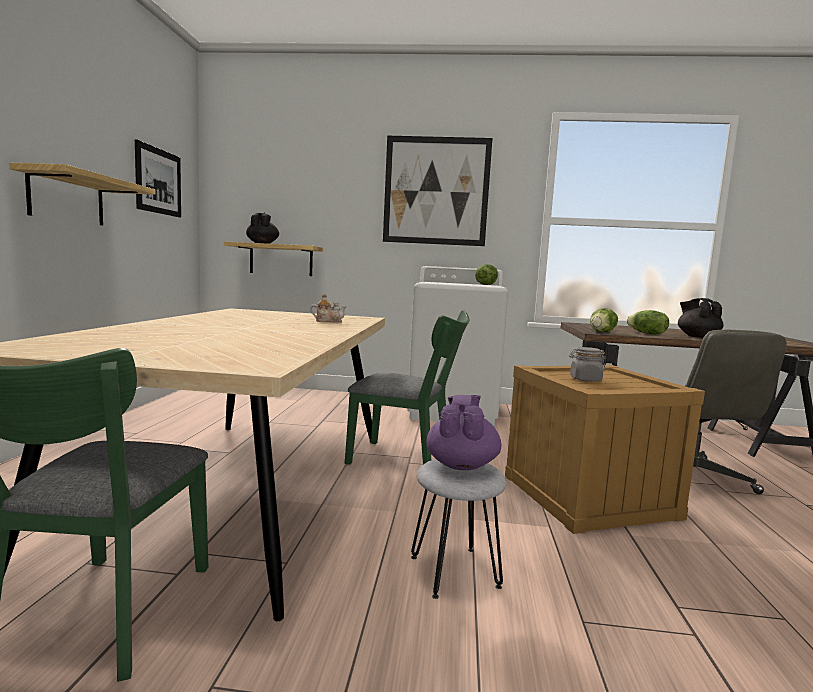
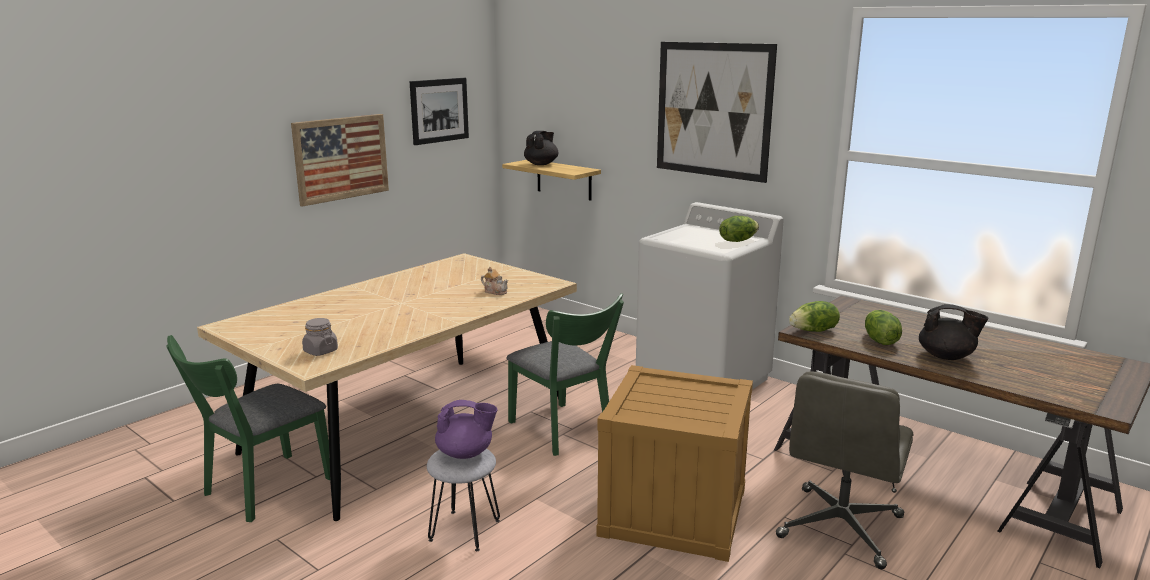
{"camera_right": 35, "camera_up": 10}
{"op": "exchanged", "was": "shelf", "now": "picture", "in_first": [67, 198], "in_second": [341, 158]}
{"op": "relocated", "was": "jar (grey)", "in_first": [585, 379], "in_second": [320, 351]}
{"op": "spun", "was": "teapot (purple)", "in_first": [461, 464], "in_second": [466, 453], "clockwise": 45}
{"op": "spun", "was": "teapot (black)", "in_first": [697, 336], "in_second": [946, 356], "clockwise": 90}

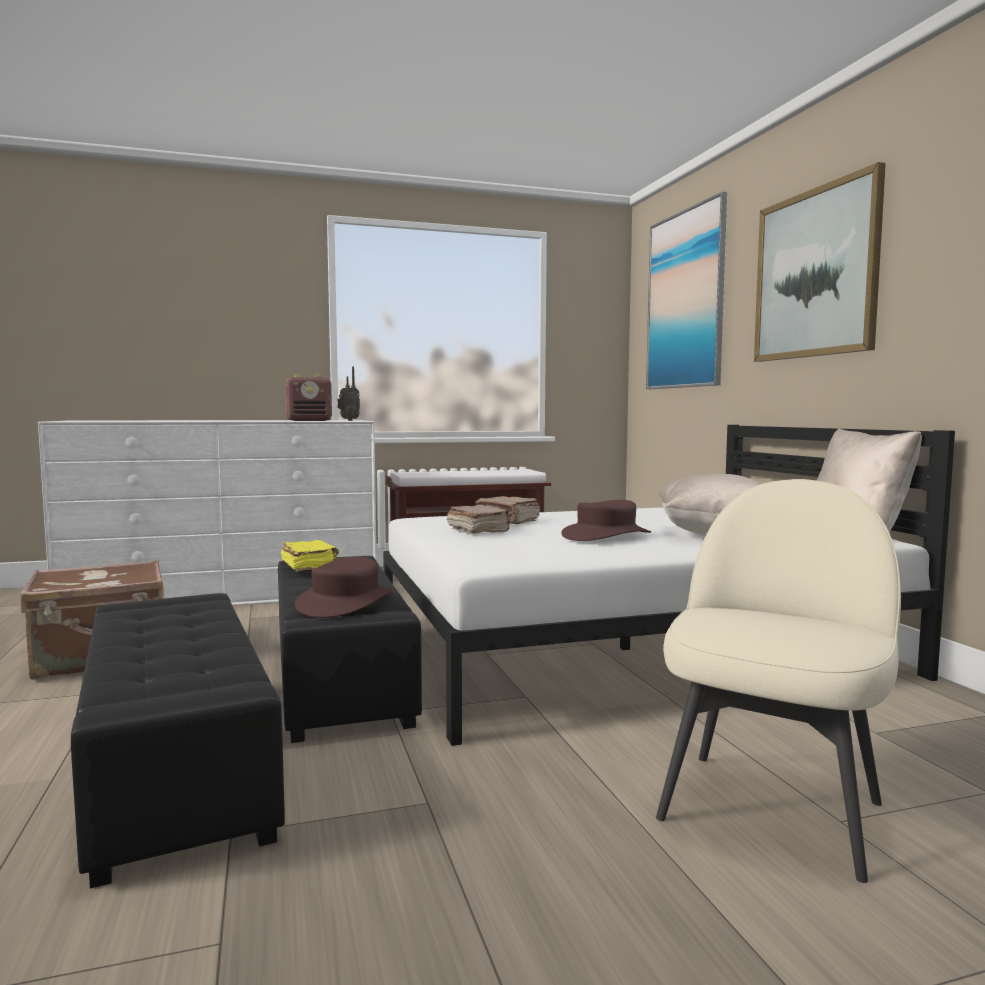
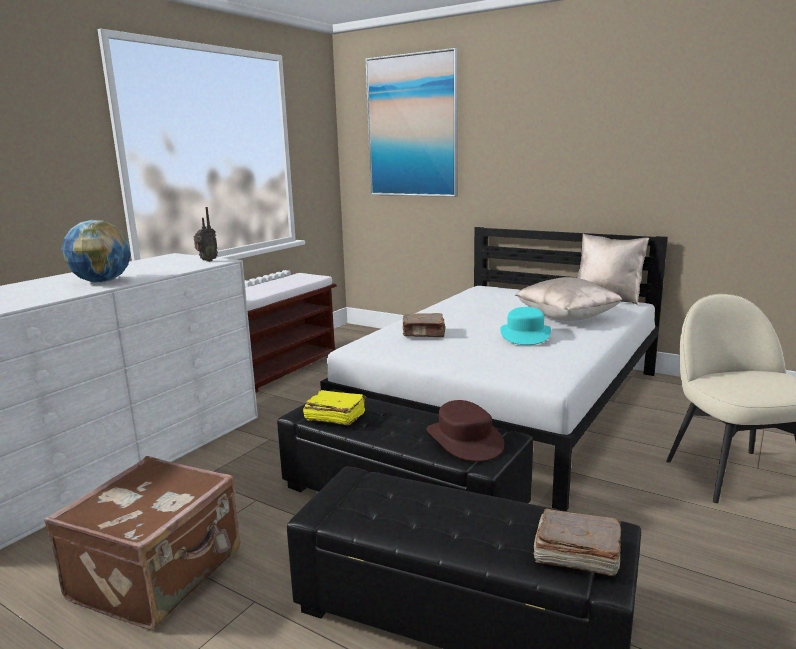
{"camera_right": -40, "camera_up": 10}
{"op": "appeared", "now": "globe", "in_second": [101, 281]}
{"op": "colour", "was": "hat (brown)", "now": "hat (turquoise)", "in_first": [606, 535], "in_second": [525, 335]}
{"op": "relocated", "was": "book (brown)", "in_first": [478, 531], "in_second": [575, 555]}
{"op": "missing", "was": "radio", "in_first": [309, 420]}
{"op": "missing", "was": "picture", "in_first": [815, 274]}

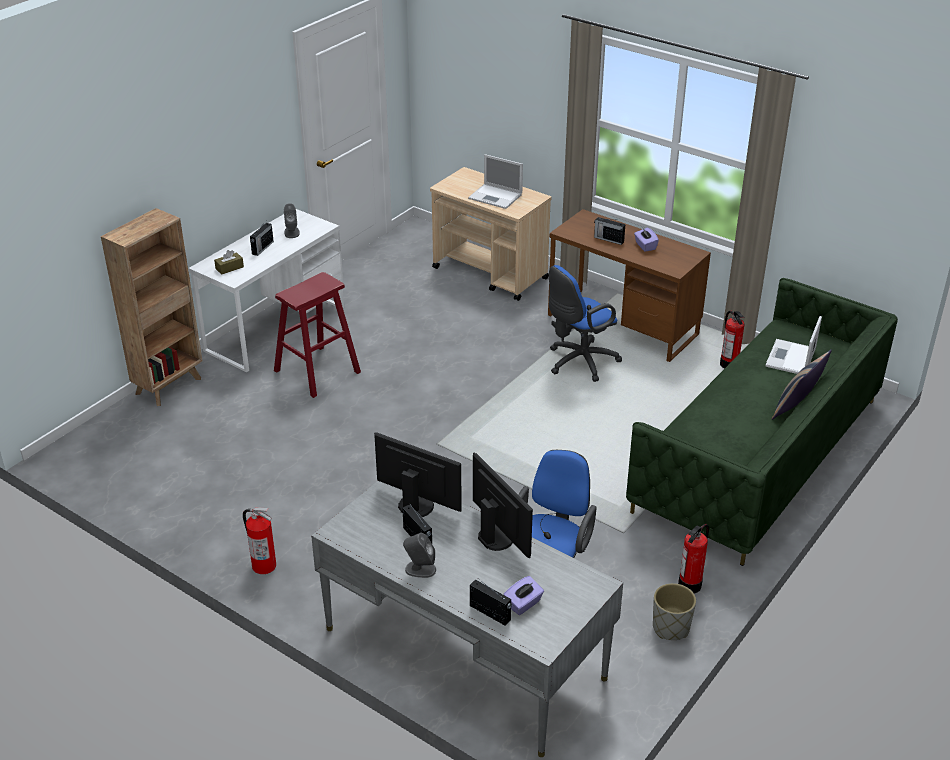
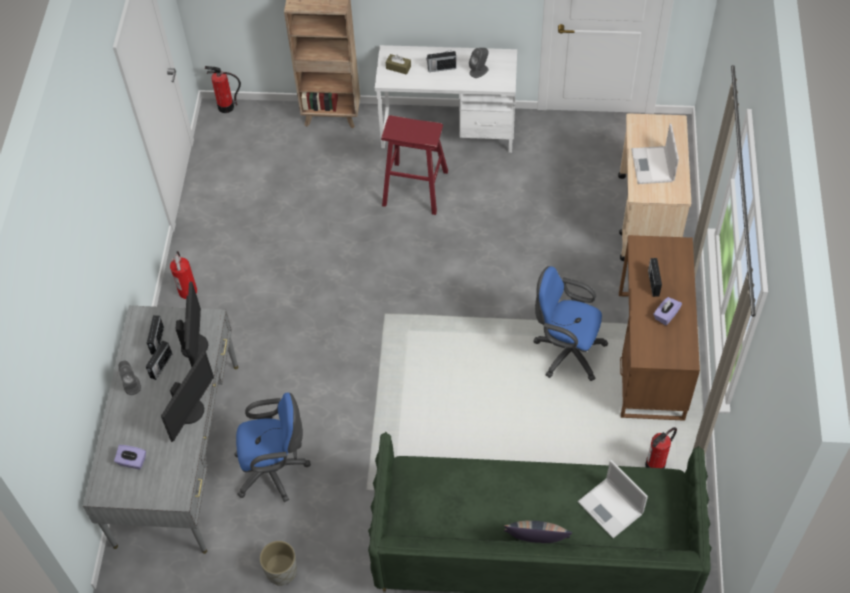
{"camera_right": 60, "camera_up": 20}
{"op": "relocated", "was": "radio", "in_first": [490, 613], "in_second": [157, 341]}
{"op": "relocated", "was": "fire extinguisher", "in_first": [690, 585], "in_second": [226, 107]}
{"op": "spun", "was": "laptop", "in_first": [790, 358], "in_second": [611, 508], "clockwise": -120}

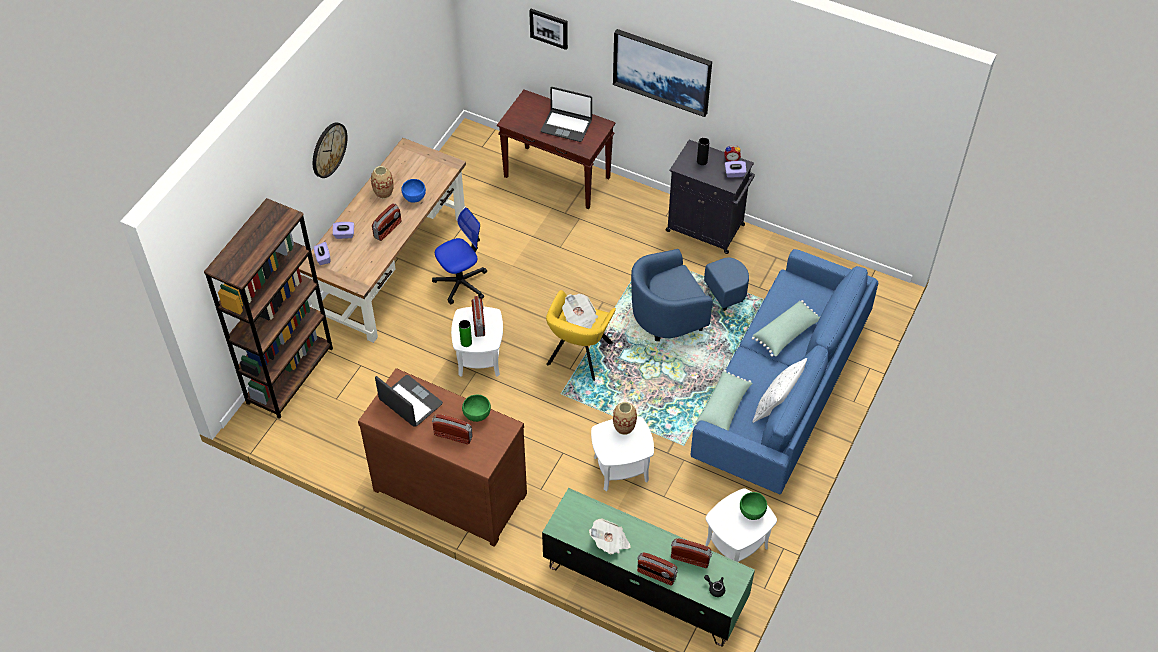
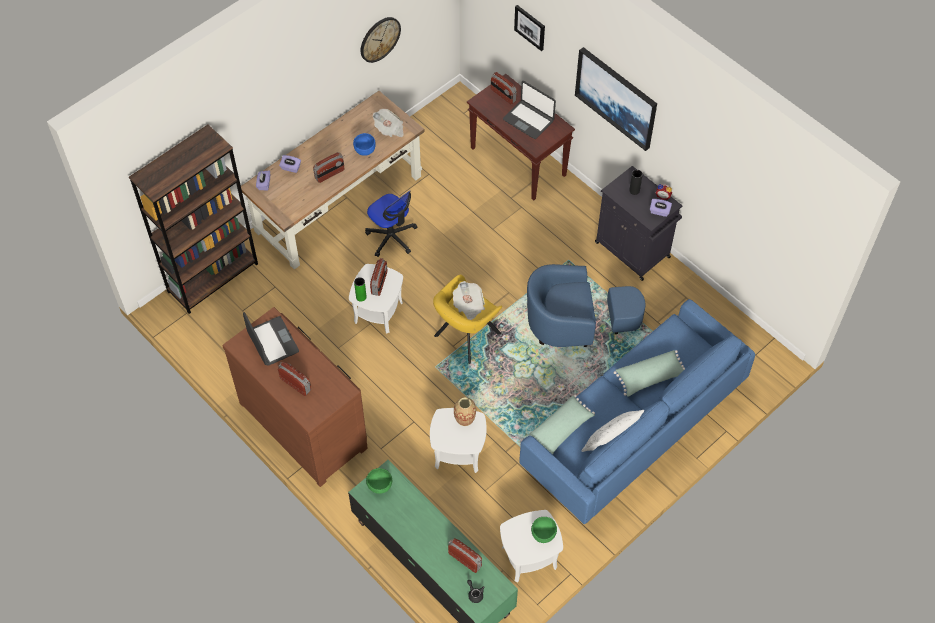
{"camera_right": 20, "camera_up": 5}
{"op": "relocated", "was": "wall clock", "in_first": [328, 149], "in_second": [379, 39]}
{"op": "spun", "was": "office chair", "in_first": [461, 283], "in_second": [391, 237], "clockwise": 60}
{"op": "relocated", "was": "bowl (green)", "in_first": [477, 415], "in_second": [380, 486]}
{"op": "relocated", "was": "newspaper", "in_first": [610, 542], "in_second": [389, 129]}
{"op": "relocated", "was": "radio", "in_first": [656, 575], "in_second": [503, 95]}
{"op": "missing", "was": "vase", "in_first": [384, 192]}

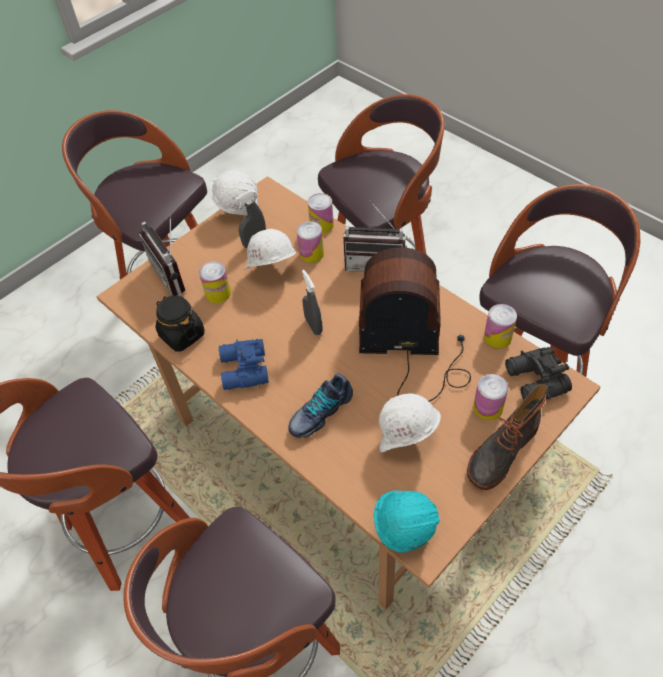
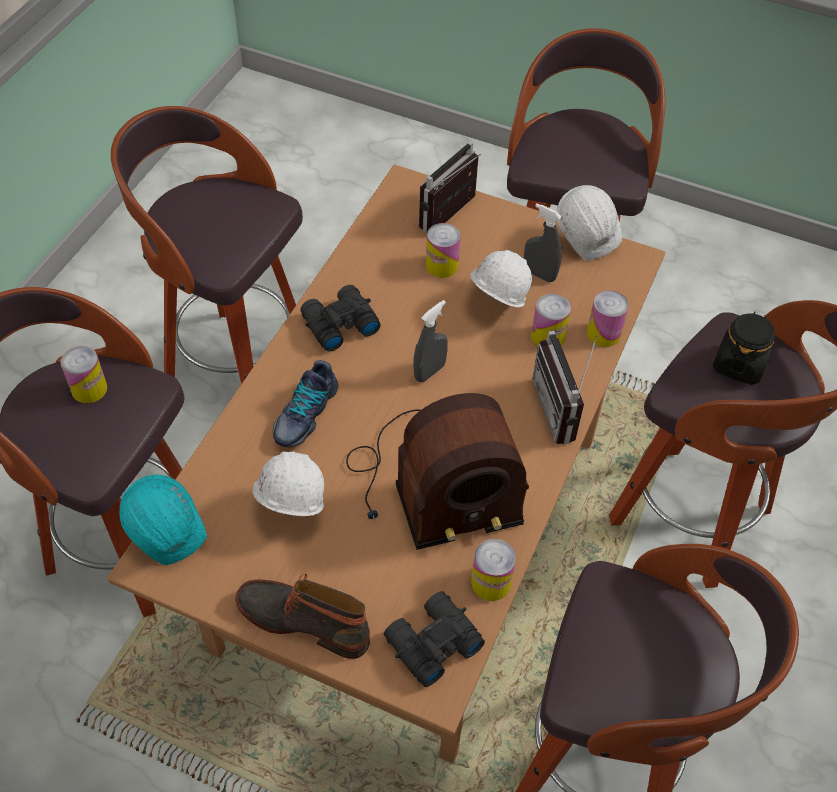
{"camera_right": 65, "camera_up": 0}
{"op": "relocated", "was": "can", "in_first": [488, 407], "in_second": [89, 389]}
{"op": "spun", "was": "shoe", "in_first": [320, 412], "in_second": [304, 413], "clockwise": -90}
{"op": "colour", "was": "binoculars (blue)", "now": "binoculars (black)", "in_first": [243, 370], "in_second": [338, 324]}
{"op": "spun", "was": "radio", "in_first": [413, 350], "in_second": [431, 487], "clockwise": 90}
{"op": "relocated", "was": "jar (black)", "in_first": [182, 335], "in_second": [739, 364]}

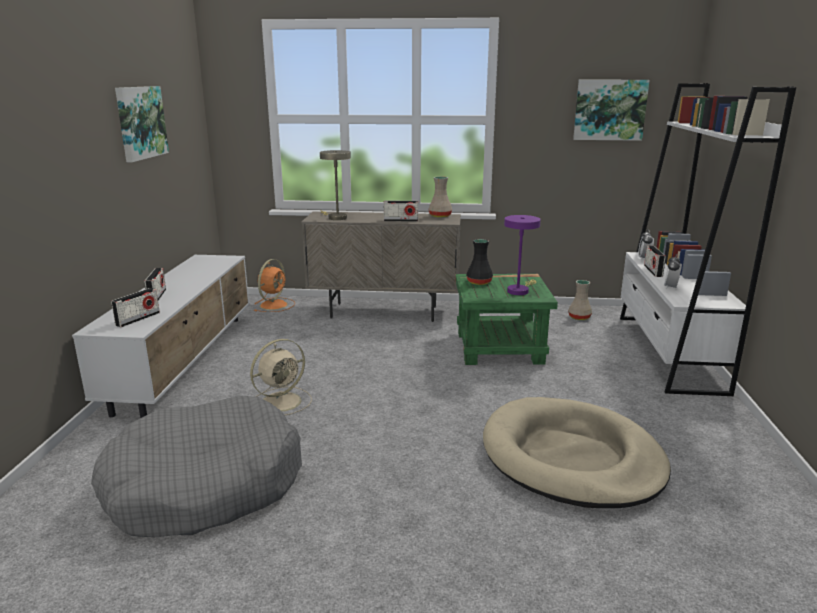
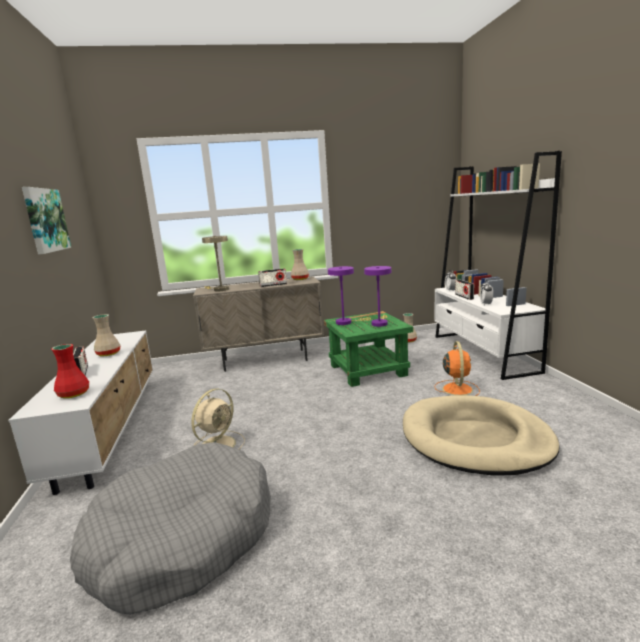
{"camera_right": -15, "camera_up": -5}
{"op": "exchanged", "was": "radio", "now": "vase (red)", "in_first": [138, 319], "in_second": [73, 394]}
{"op": "appeared", "now": "vase (beige)", "in_second": [108, 354]}
{"op": "exchanged", "was": "vase (black)", "now": "table lamp (purple)", "in_first": [479, 282], "in_second": [346, 322]}
{"op": "relocated", "was": "fan (orange)", "in_first": [274, 305], "in_second": [457, 389]}
{"op": "missing", "was": "picture", "in_first": [609, 110]}

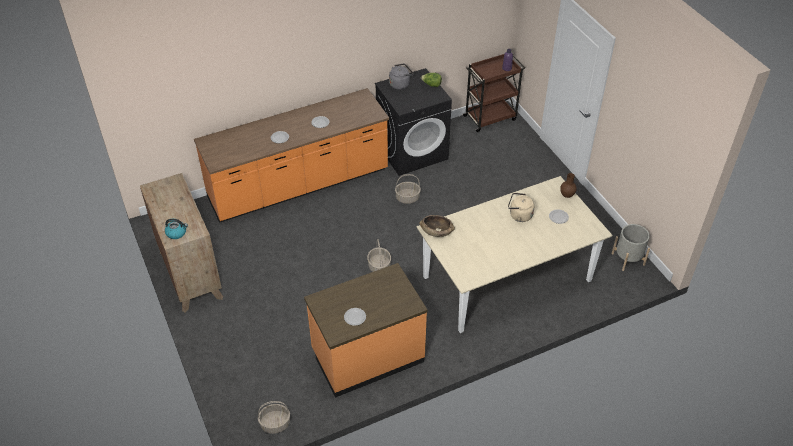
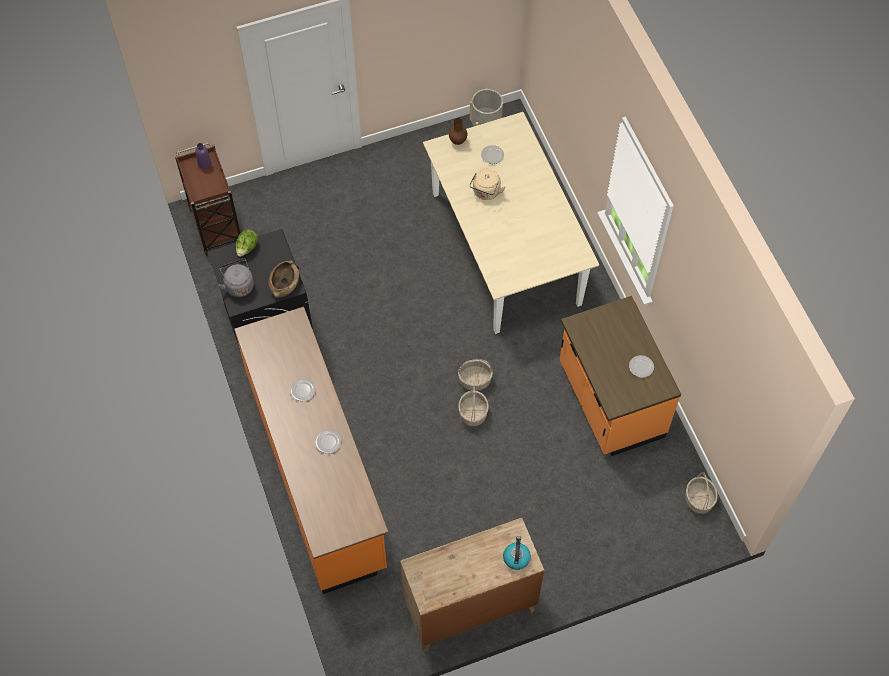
{"camera_right": -85, "camera_up": 15}
{"op": "relocated", "was": "bowl (brown)", "in_first": [436, 231], "in_second": [284, 284]}
{"op": "relocated", "was": "basket", "in_first": [407, 198], "in_second": [472, 413]}

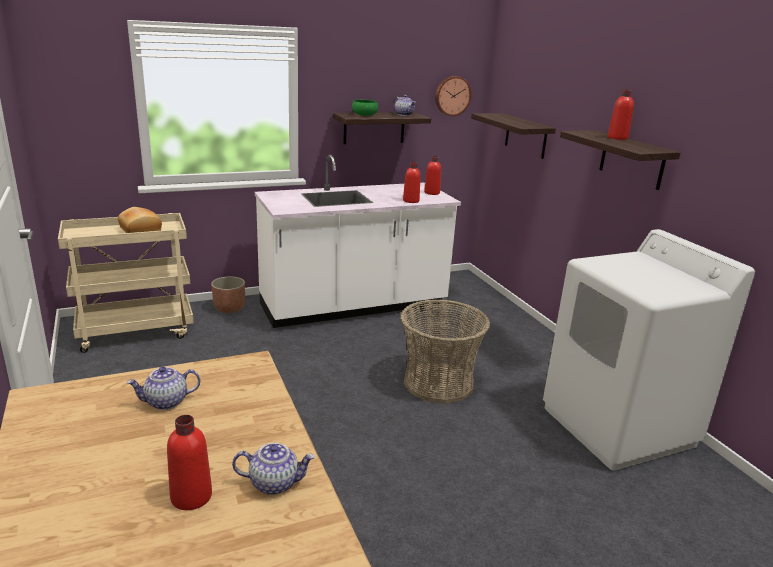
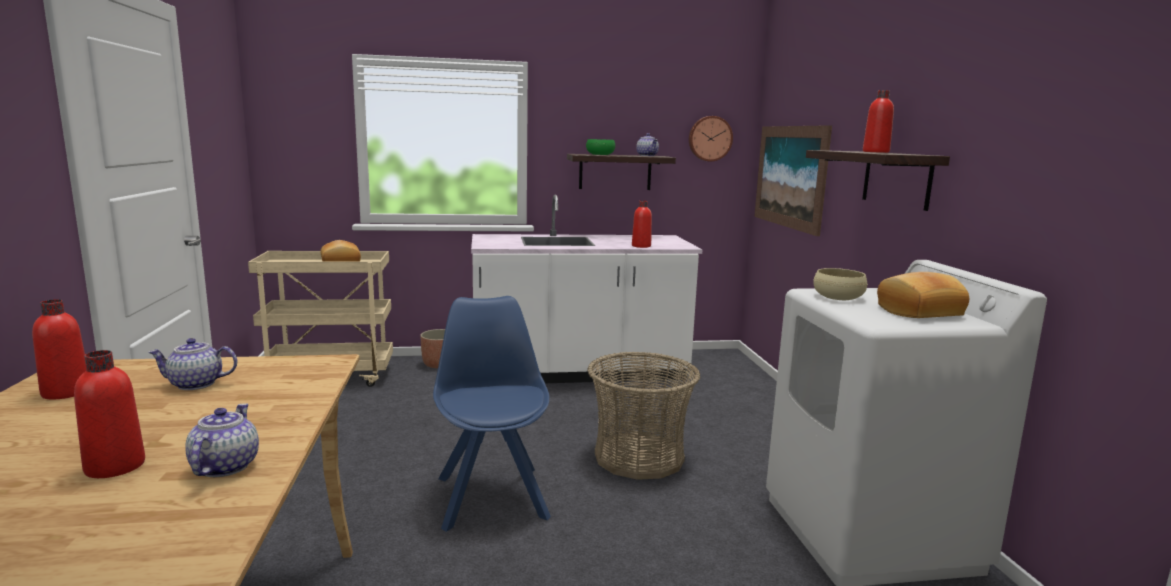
{"camera_right": 15, "camera_up": -10}
{"op": "relocated", "was": "bottle (red)", "in_first": [432, 193], "in_second": [66, 392]}
{"op": "spun", "was": "teapot", "in_first": [274, 483], "in_second": [224, 466], "clockwise": -105}
{"op": "appeared", "now": "chair (blue)", "in_second": [491, 495]}
{"op": "exchanged", "was": "shelf", "now": "picture", "in_first": [526, 136], "in_second": [790, 176]}
{"op": "appeared", "now": "bowl (beige)", "in_second": [838, 297]}
{"op": "appeared", "now": "bread", "in_second": [918, 311]}

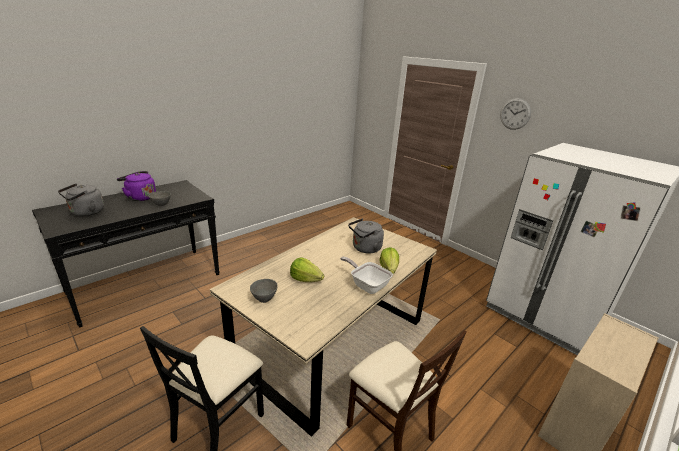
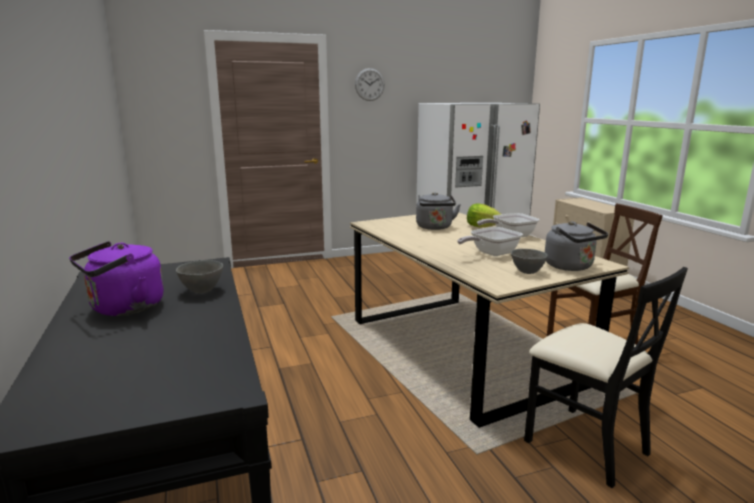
{"camera_right": -65, "camera_up": -10}
{"op": "exchanged", "was": "lettuce", "now": "frying pan", "in_first": [305, 279], "in_second": [490, 253]}
{"op": "relocated", "was": "kettle (grey)", "in_first": [85, 213], "in_second": [571, 267]}

